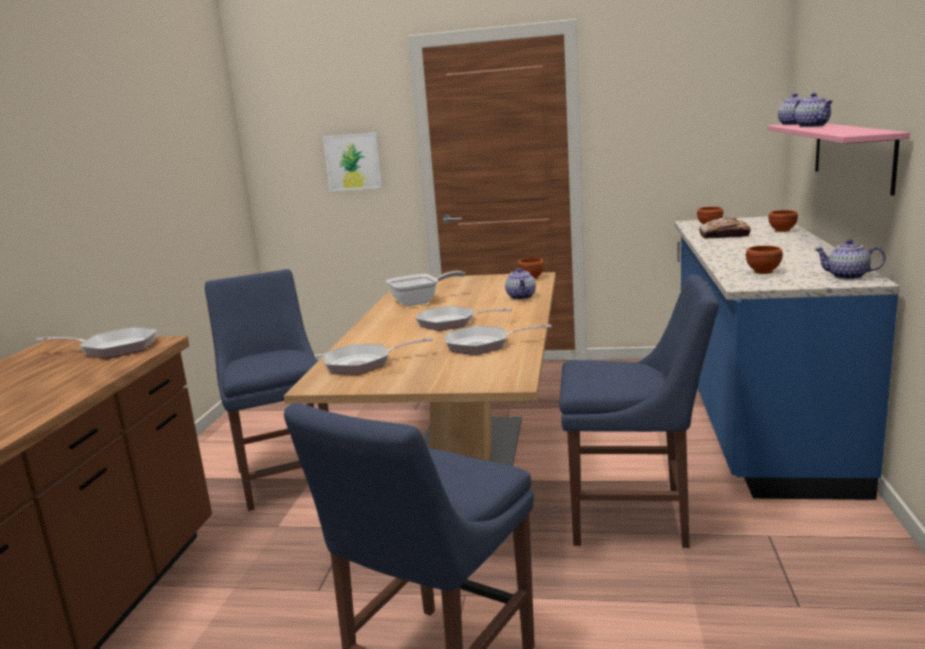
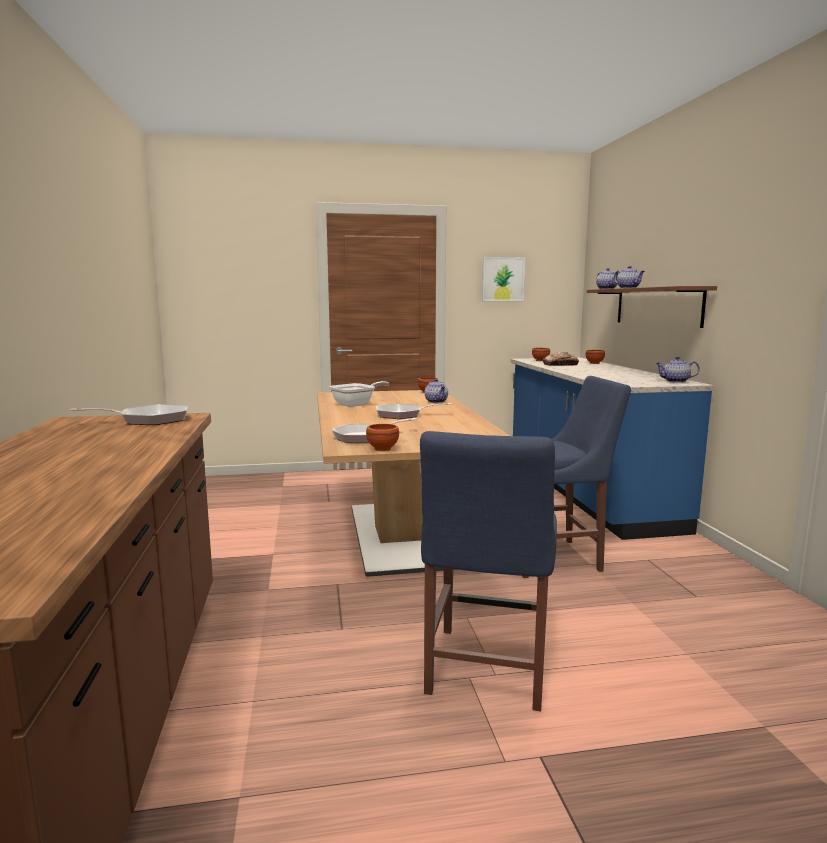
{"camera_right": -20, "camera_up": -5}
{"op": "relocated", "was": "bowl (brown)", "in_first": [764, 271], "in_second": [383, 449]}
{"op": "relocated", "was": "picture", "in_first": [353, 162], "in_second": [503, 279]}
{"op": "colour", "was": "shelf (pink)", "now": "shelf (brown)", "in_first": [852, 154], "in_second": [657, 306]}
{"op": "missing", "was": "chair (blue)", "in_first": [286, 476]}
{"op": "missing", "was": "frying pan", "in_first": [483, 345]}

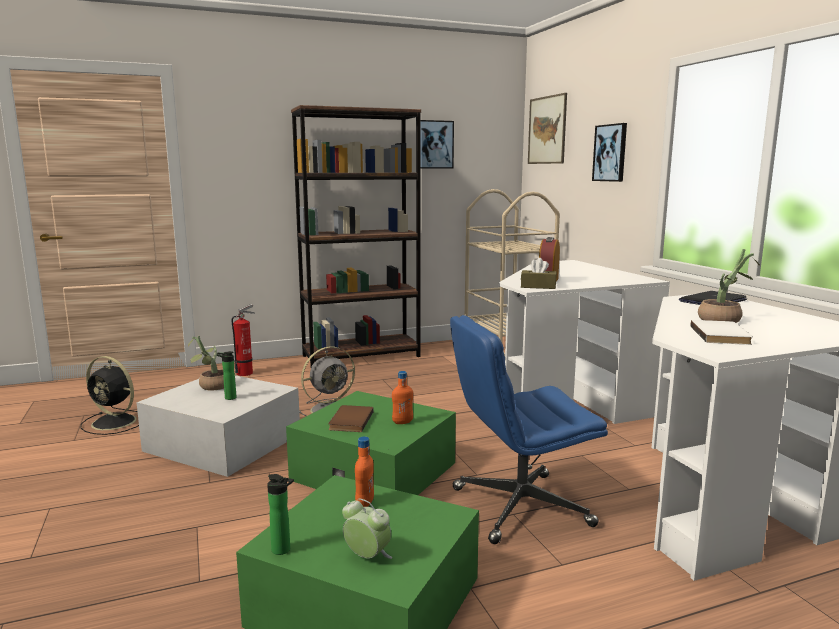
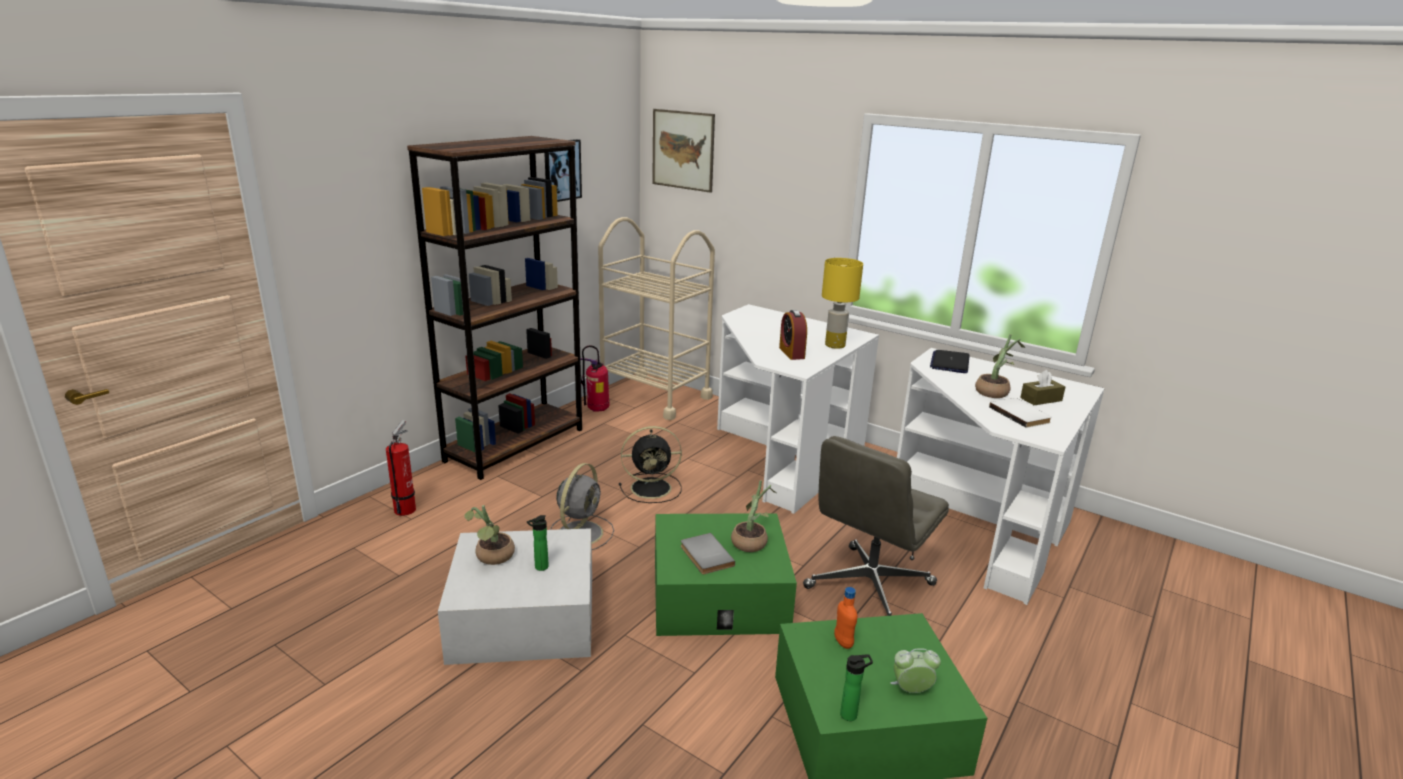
{"camera_right": -35, "camera_up": 10}
{"op": "appeared", "now": "fire extinguisher", "in_second": [596, 410]}
{"op": "relocated", "was": "fan (black)", "in_first": [115, 422], "in_second": [653, 488]}
{"op": "colour", "was": "book (brown)", "now": "book (grey)", "in_first": [349, 421], "in_second": [705, 556]}
{"op": "exchanged", "was": "bottle (orange)", "now": "potted plant", "in_first": [402, 422], "in_second": [752, 541]}
{"op": "colour", "was": "office chair (blue)", "now": "office chair (grey)", "in_first": [519, 507], "in_second": [869, 587]}
{"op": "appeared", "now": "table lamp (yellow)", "in_second": [835, 345]}
{"op": "relocated", "was": "tissue box (brown)", "in_first": [538, 286], "in_second": [1041, 399]}
{"op": "missing", "was": "picture", "in_first": [610, 153]}

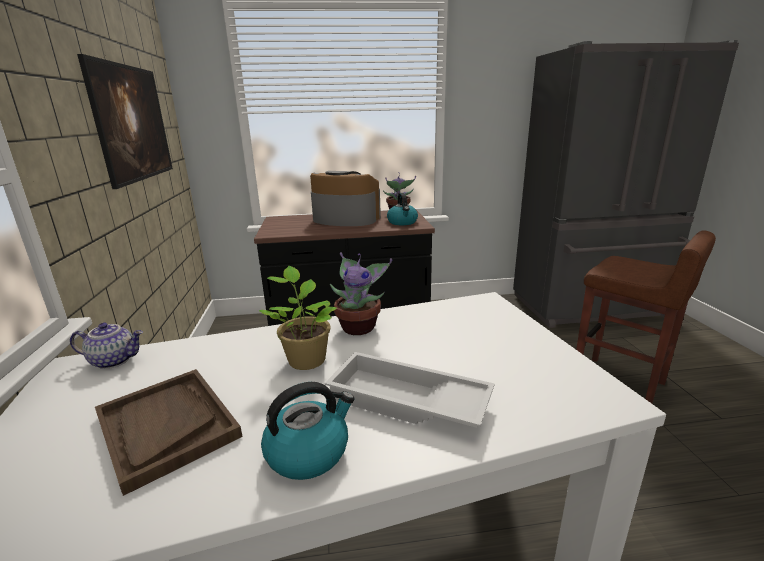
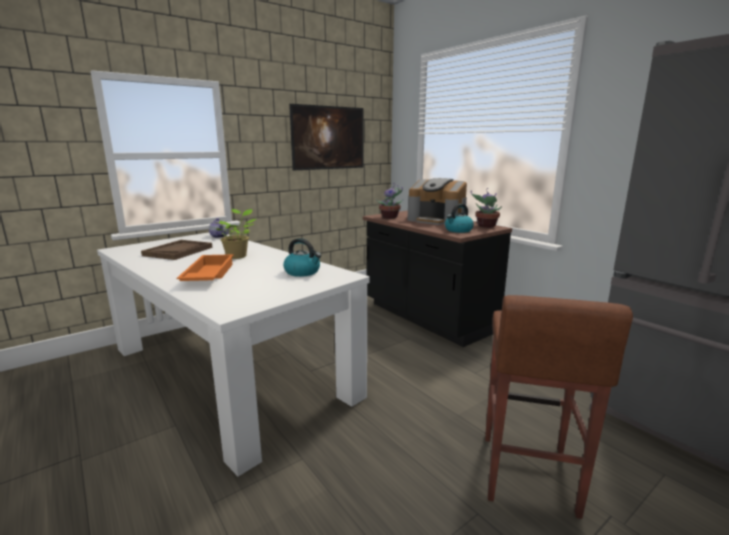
{"camera_right": 60, "camera_up": -5}
{"op": "colour", "was": "tray (white)", "now": "tray (orange)", "in_first": [406, 402], "in_second": [207, 275]}
{"op": "relocated", "was": "kettle", "in_first": [309, 452], "in_second": [303, 272]}
{"op": "relocated", "was": "potted plant", "in_first": [360, 327], "in_second": [390, 217]}
{"op": "spun", "was": "coffee machine", "in_first": [345, 219], "in_second": [437, 220], "clockwise": 135}

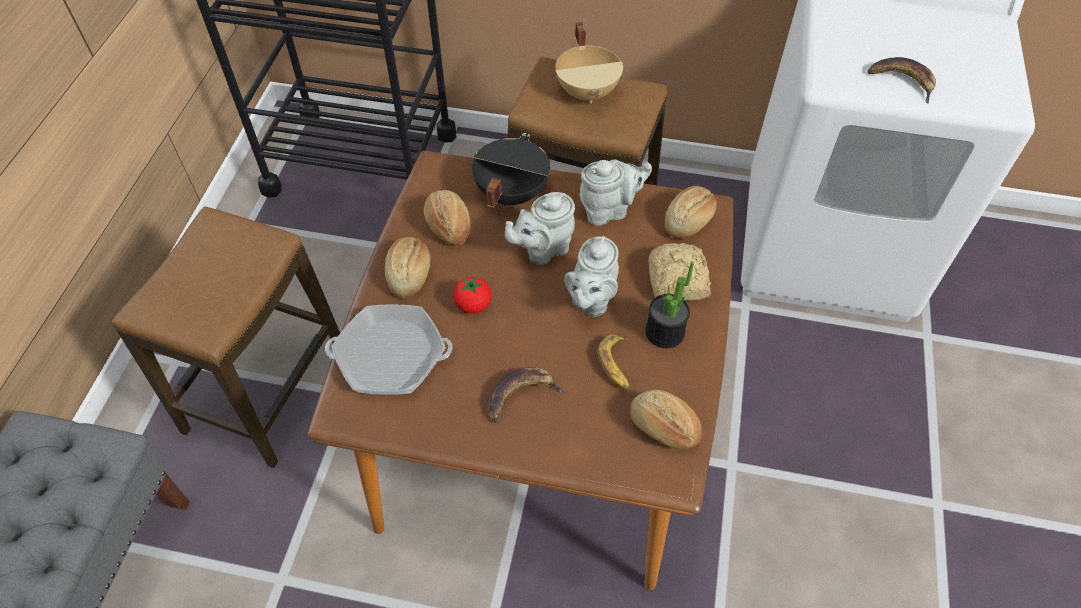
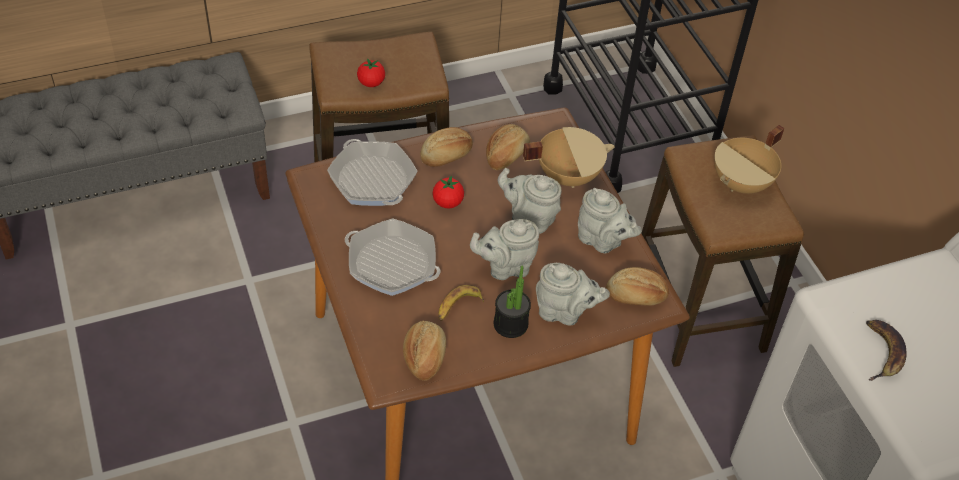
{"camera_right": 55, "camera_up": -5}
{"op": "exchanged", "was": "banana", "now": "frying pan", "in_first": [521, 395], "in_second": [392, 263]}
{"op": "appeared", "now": "tomato", "in_second": [371, 83]}
{"op": "colour", "was": "cooking pot (black)", "now": "cooking pot (beige)", "in_first": [510, 193], "in_second": [567, 175]}
{"op": "exchanged", "was": "bread", "now": "teapot (grey)", "in_first": [676, 282], "in_second": [565, 312]}

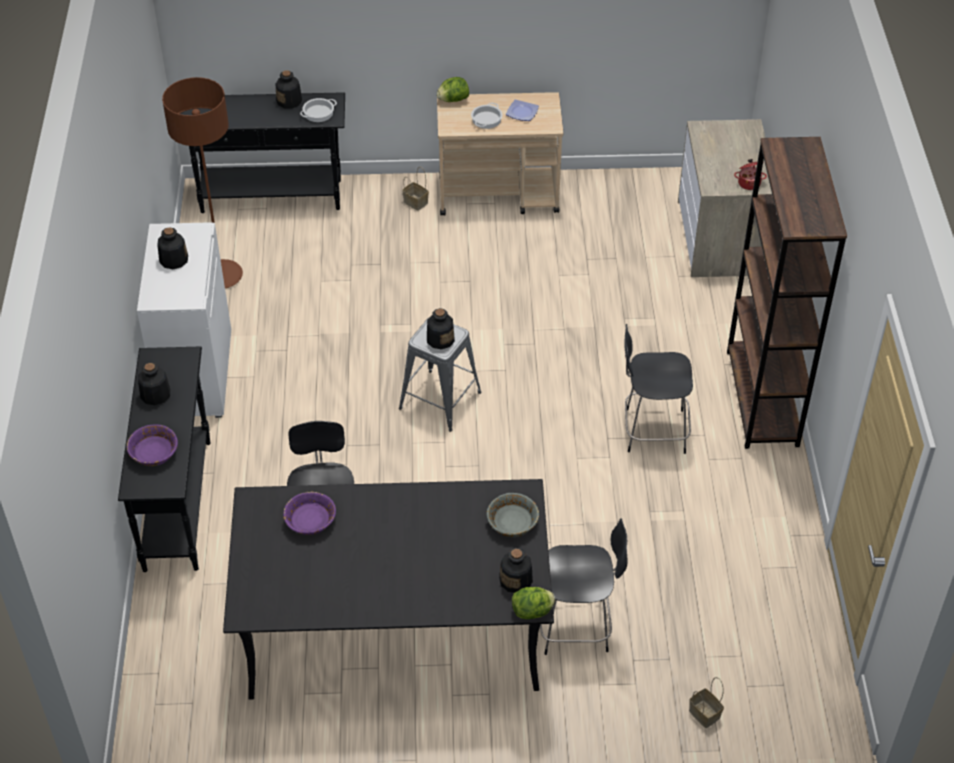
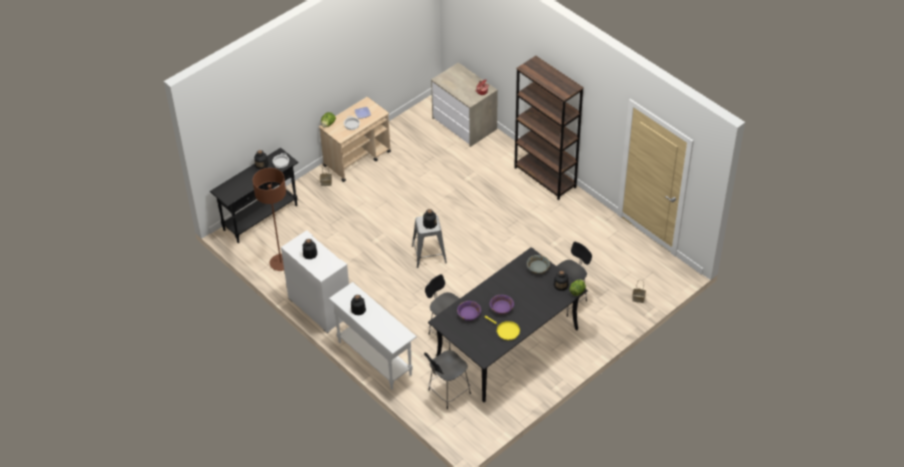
{"camera_right": -40, "camera_up": 0}
{"op": "colour", "was": "console table (black)", "now": "console table (white)", "in_first": [178, 504], "in_second": [374, 358]}
{"op": "relocated", "was": "chair (black)", "in_first": [652, 430], "in_second": [448, 392]}
{"op": "appeared", "now": "frying pan (yellow)", "in_second": [506, 331]}
{"op": "relocated", "was": "bowl (purple)", "in_first": [153, 452], "in_second": [501, 308]}

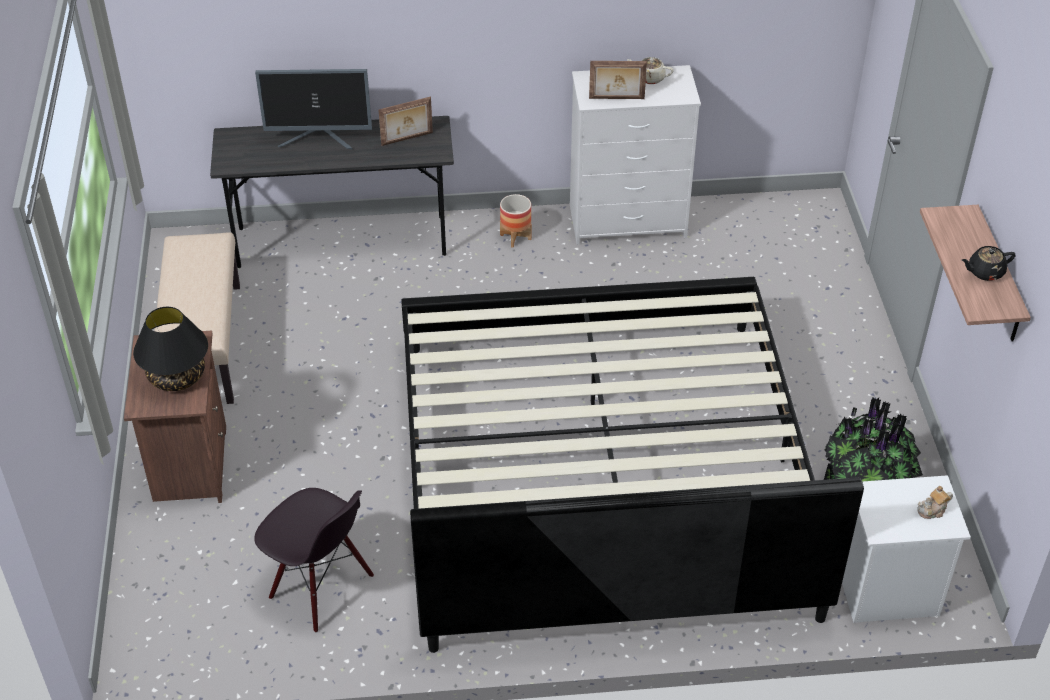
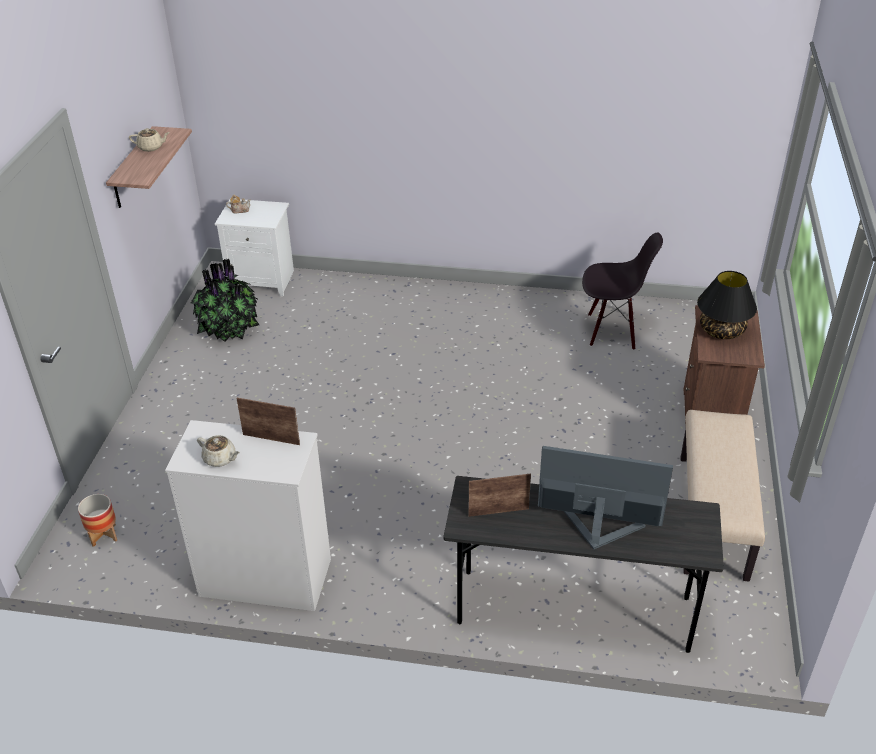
{"camera_right": -165, "camera_up": -5}
{"op": "relocated", "was": "planter", "in_first": [515, 237], "in_second": [104, 535]}
{"op": "colour", "was": "teapot (black)", "now": "teapot (beige)", "in_first": [984, 272], "in_second": [151, 147]}
{"op": "spun", "was": "chair (black)", "in_first": [320, 588], "in_second": [612, 331], "clockwise": 135}
{"op": "missing", "was": "bed", "in_first": [601, 475]}

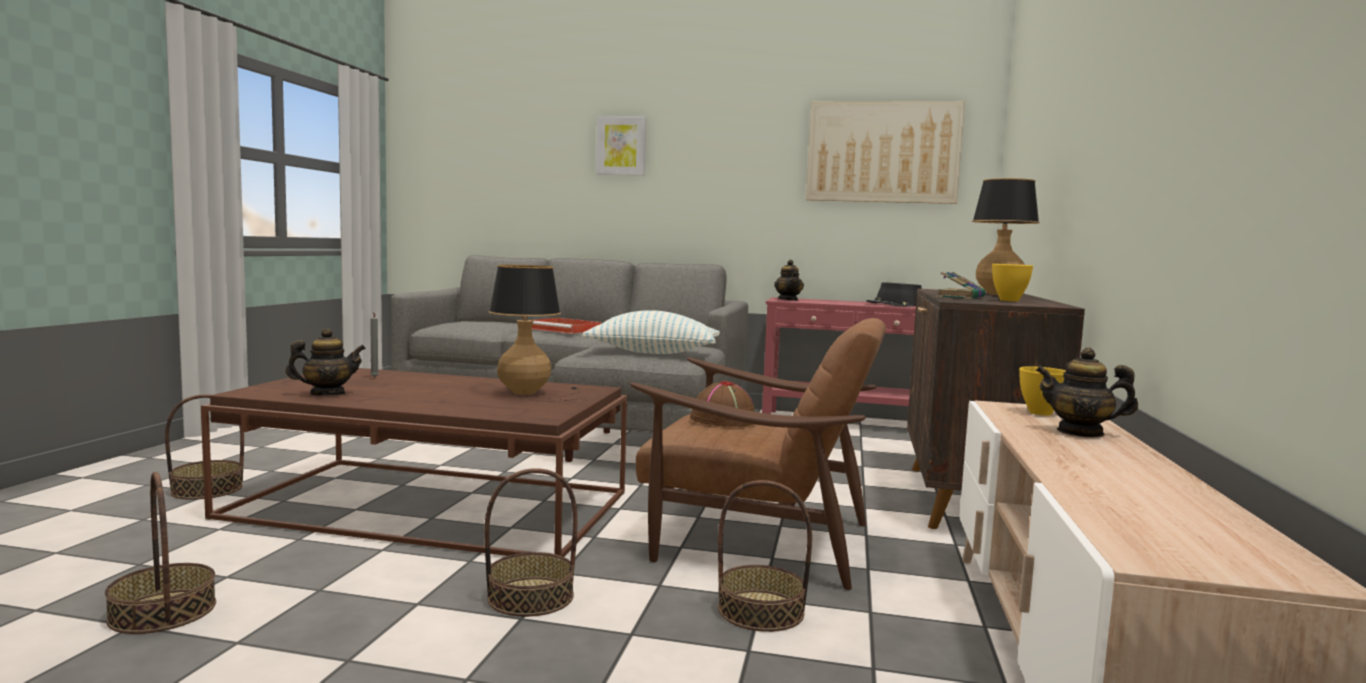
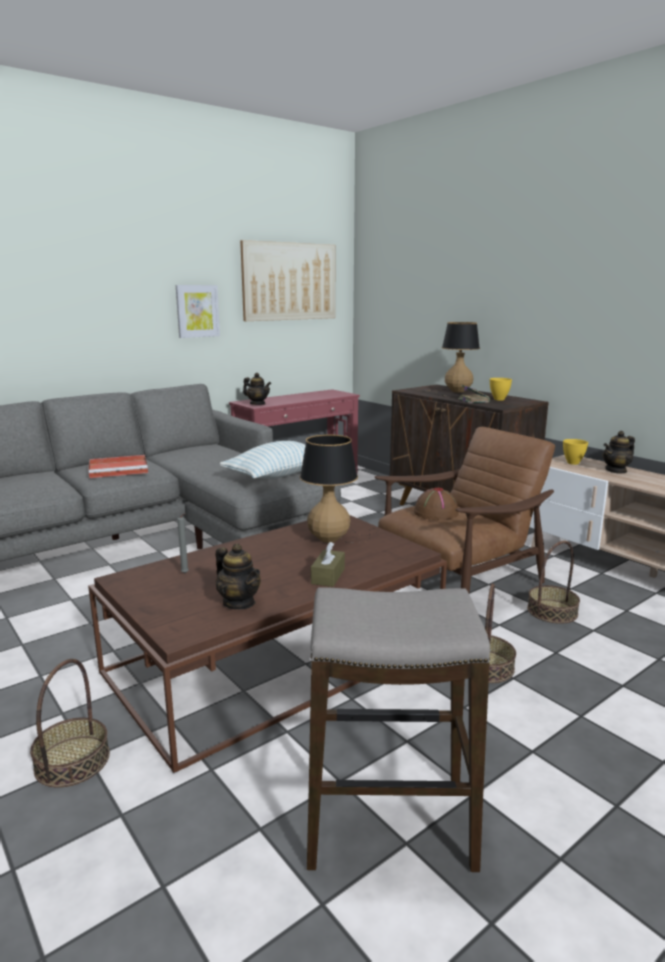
{"camera_right": -50, "camera_up": 10}
{"op": "relocated", "was": "picture", "in_first": [621, 146], "in_second": [197, 311]}
{"op": "spun", "was": "teapot", "in_first": [327, 394], "in_second": [239, 602], "clockwise": 120}
{"op": "exchanged", "was": "basket", "now": "stool", "in_first": [162, 611], "in_second": [389, 824]}
{"op": "appeared", "now": "tissue box (brown)", "in_second": [328, 576]}
{"op": "missing", "was": "hat (black)", "in_first": [895, 305]}

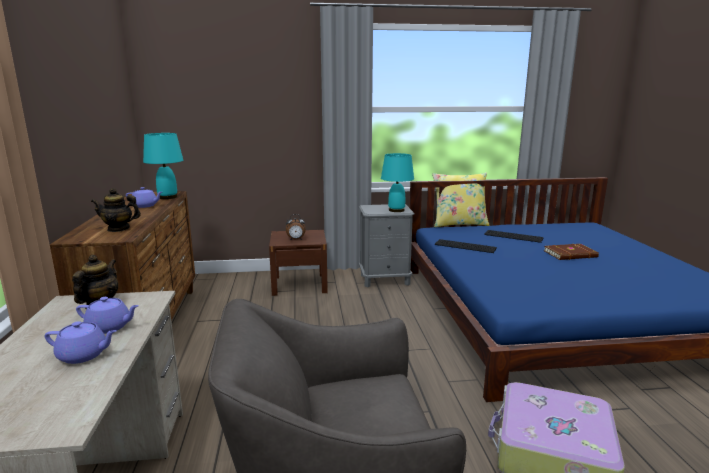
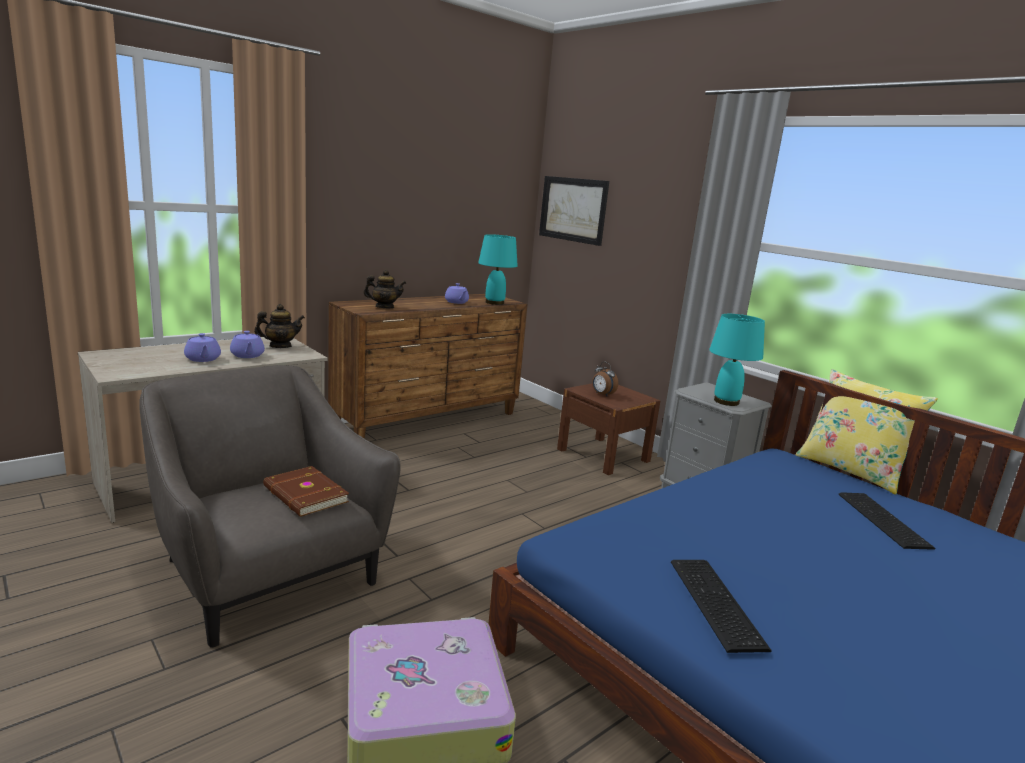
{"camera_right": 55, "camera_up": 0}
{"op": "relocated", "was": "book (brown)", "in_first": [571, 254], "in_second": [304, 495]}
{"op": "spun", "was": "teapot", "in_first": [118, 229], "in_second": [384, 307], "clockwise": 120}
{"op": "appeared", "now": "picture", "in_second": [573, 209]}
{"op": "relocated", "was": "keyboard", "in_first": [465, 246], "in_second": [714, 604]}

